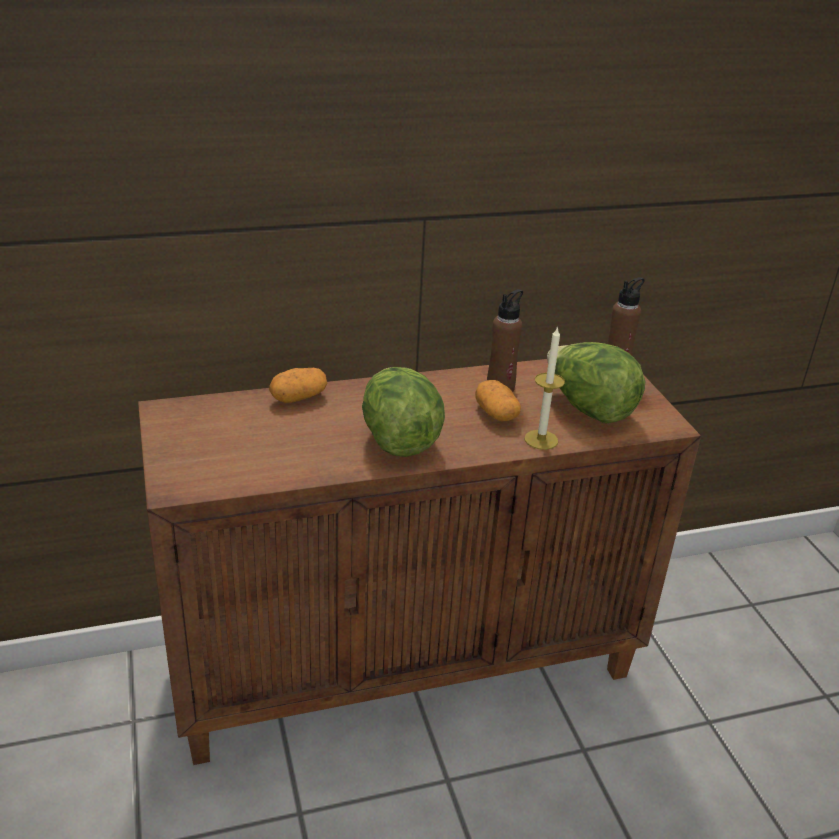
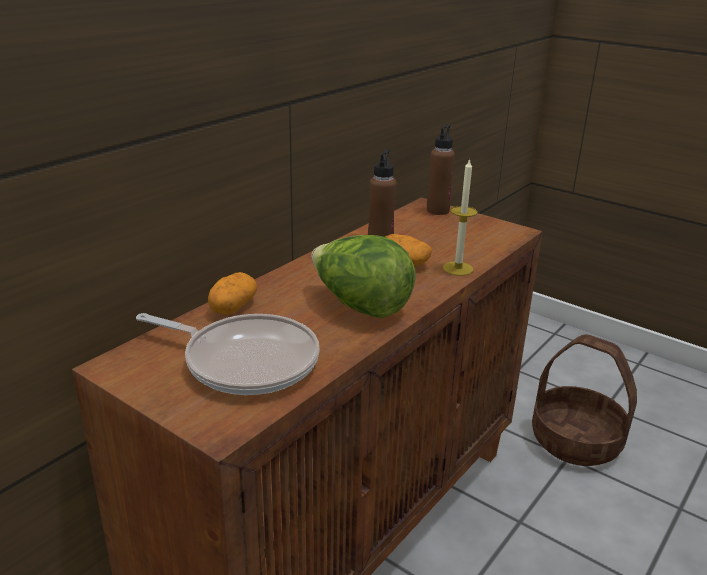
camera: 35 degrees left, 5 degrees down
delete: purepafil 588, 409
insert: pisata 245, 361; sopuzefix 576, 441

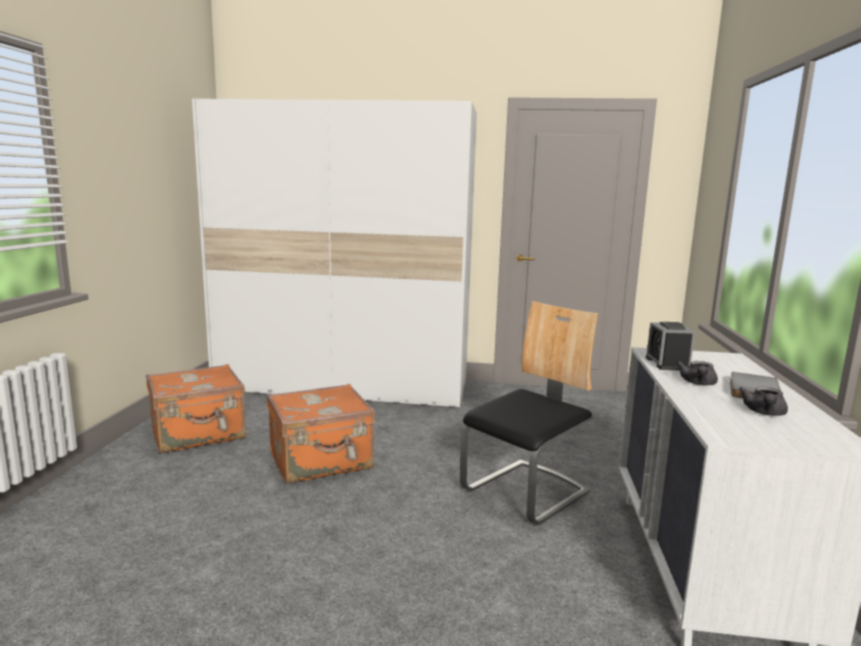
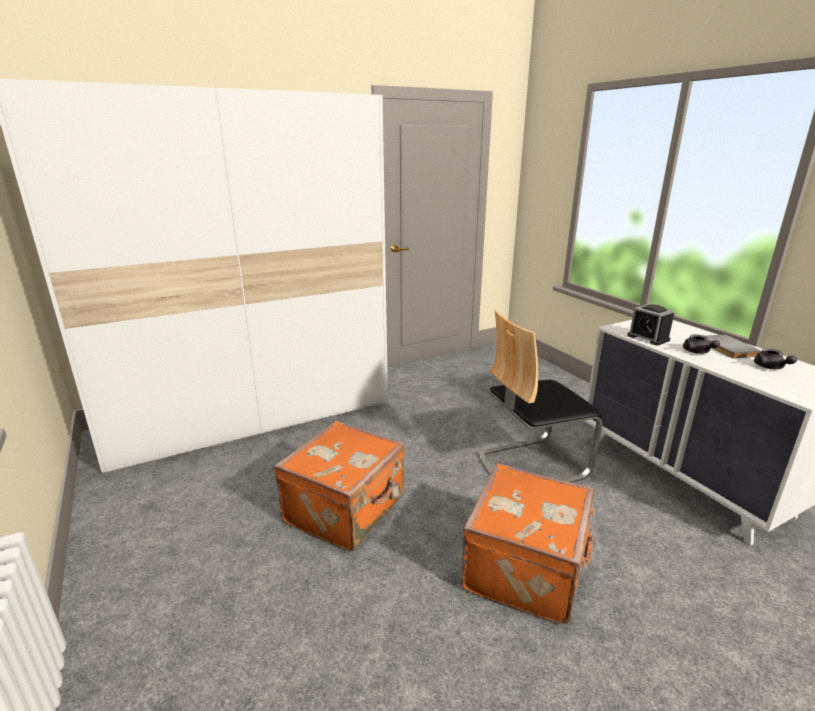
camera: 35 degrees left, 10 degrees up
move: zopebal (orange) 199, 434 to 527, 568
rotate: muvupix 526, 492 = 531, 464 120 degrees counterclockwise

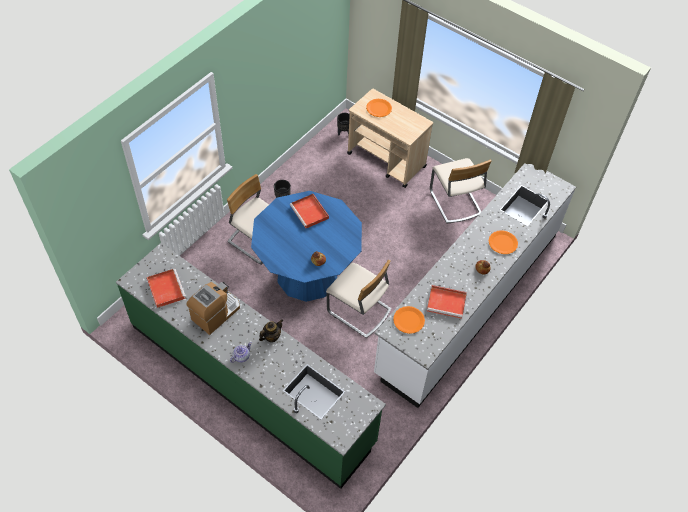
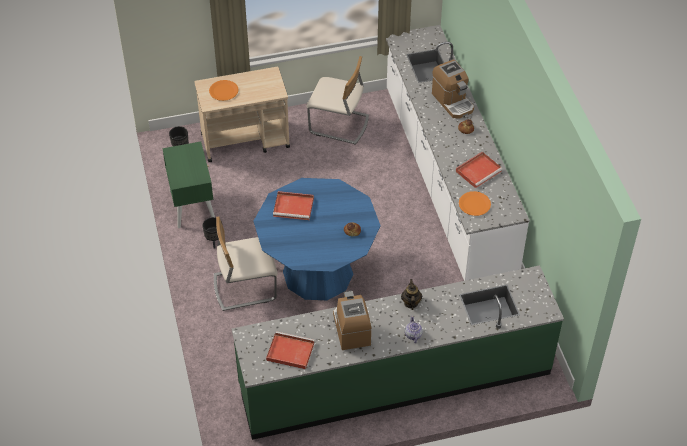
camera: 50 degrees left, 5 degrees down
delete: muvupix (beige) 358, 311
insert: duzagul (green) 192, 205
replace: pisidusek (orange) 503, 243 to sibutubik 452, 101

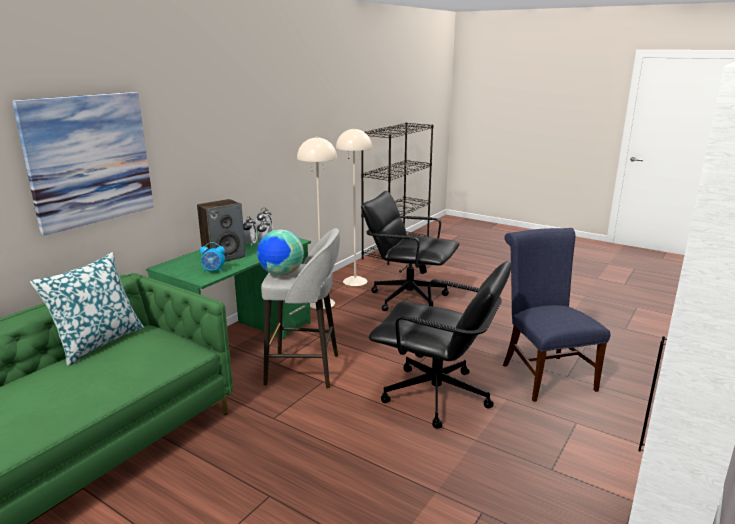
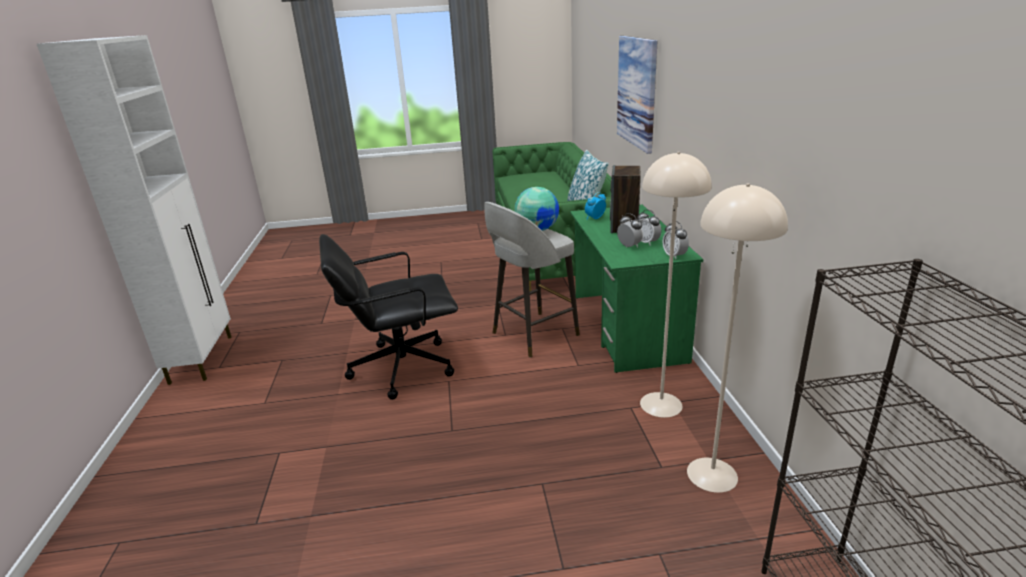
camera: 140 degrees right, 5 degrees up
delete: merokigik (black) 408, 298; muvupix (blue) 544, 374

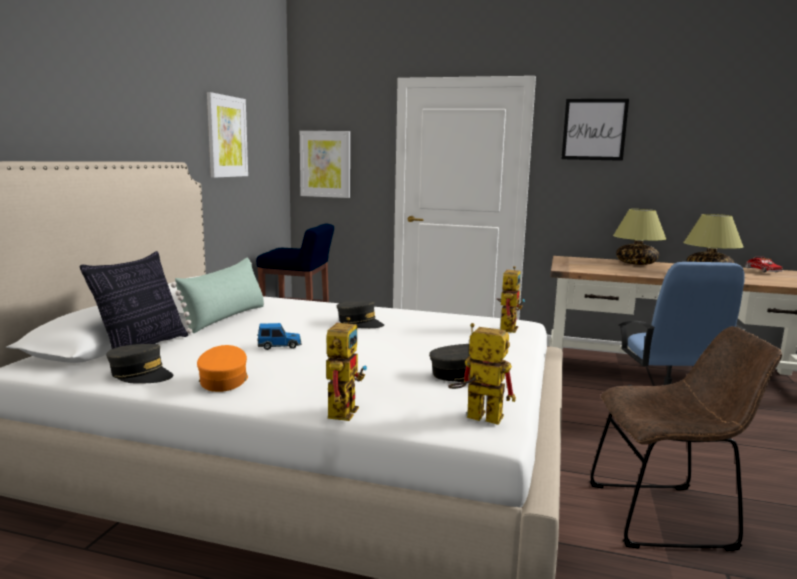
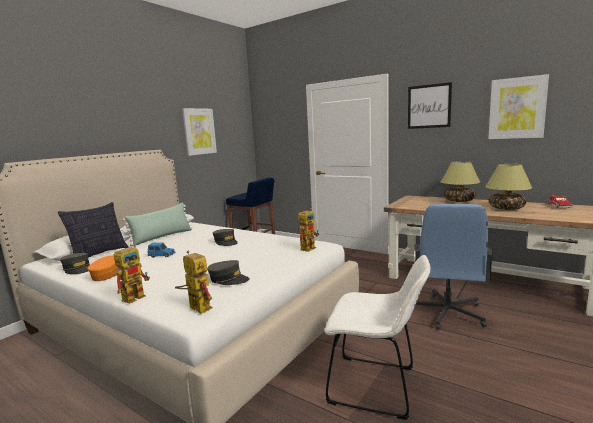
camera: 20 degrees right, 0 degrees up
move: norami 325, 164 to 517, 108
recolor: muvupix (brown) 667, 516 to muvupix (white) 377, 386

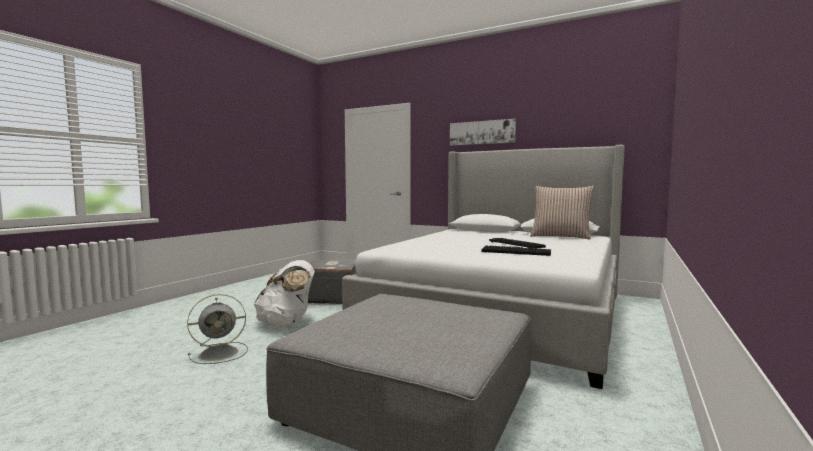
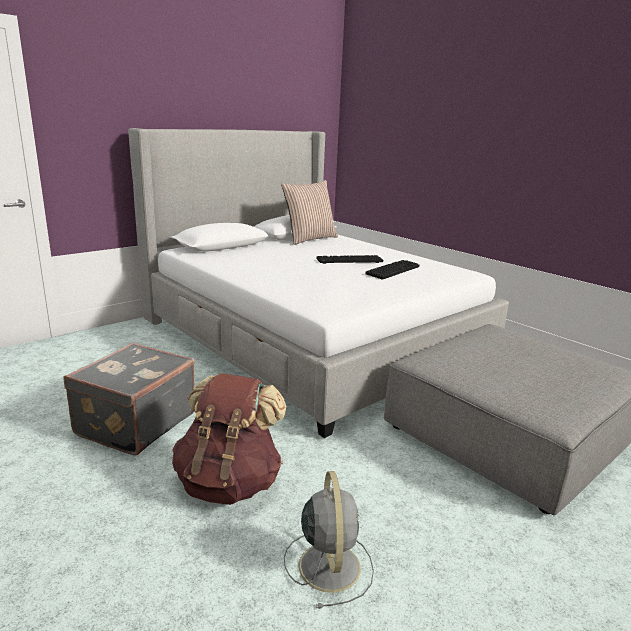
camera: 70 degrees left, 15 degrees up
delete: norami 482, 132
recolor: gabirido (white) 287, 323 to gabirido (brown) 229, 482

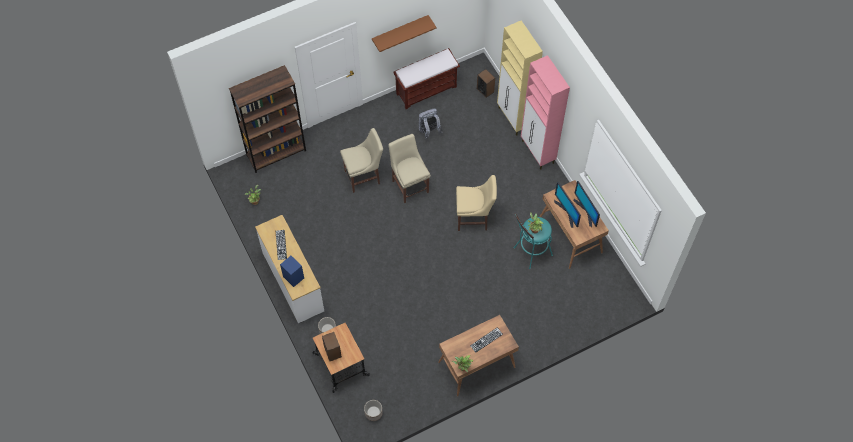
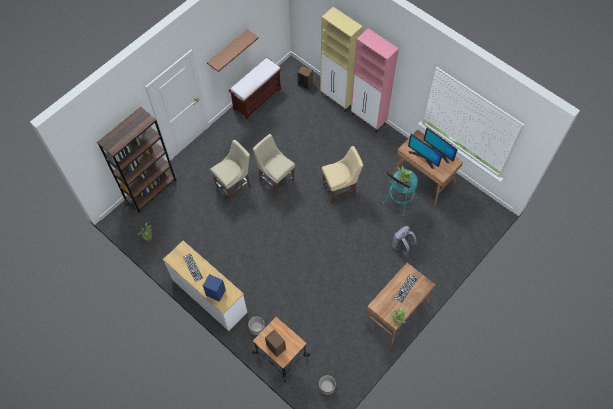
camera: 20 degrees left, 0 degrees up
move: gabirido (grey) 429, 131 to 402, 246

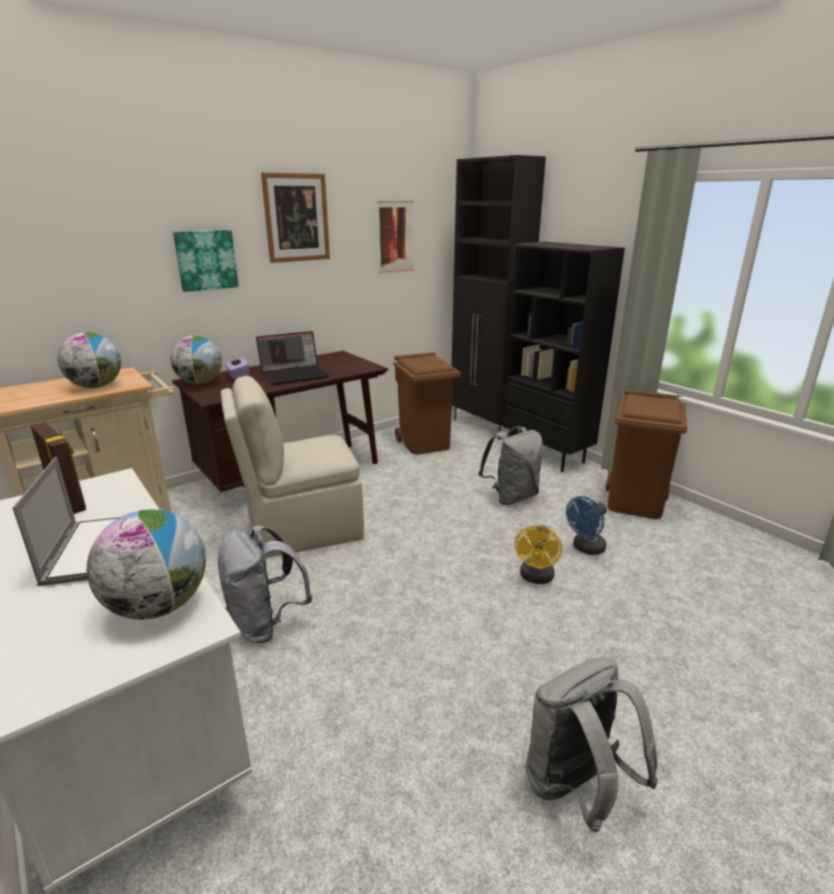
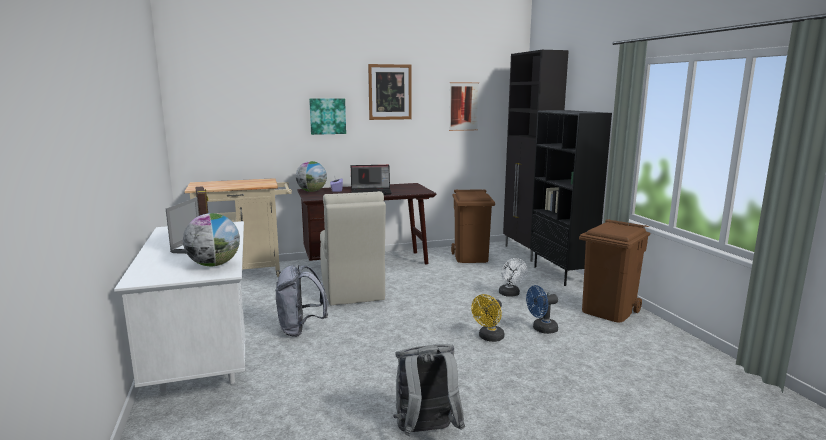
camera: 20 degrees right, 10 degrees down
delete: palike 96, 386
replace: gabirido (grey) 511, 497 to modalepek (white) 510, 294
rotate: muvupix (beige) 302, 529 = 352, 291 105 degrees counterclockwise

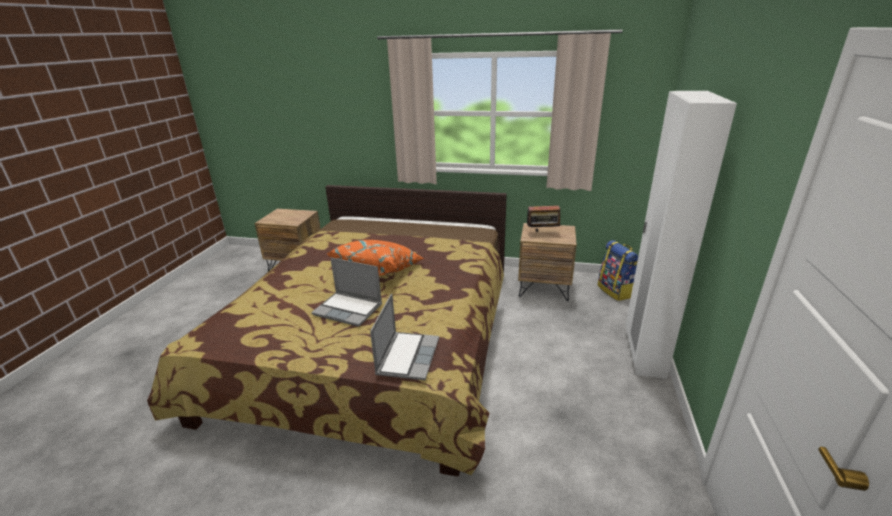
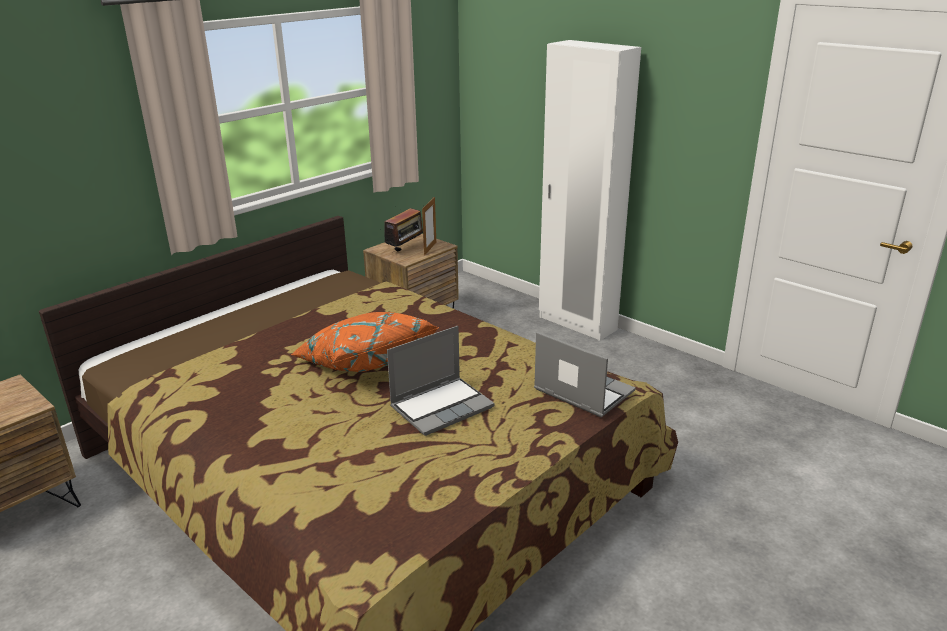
camera: 60 degrees left, 0 degrees up
delete: gabirido 615, 291
insert: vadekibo 430, 248

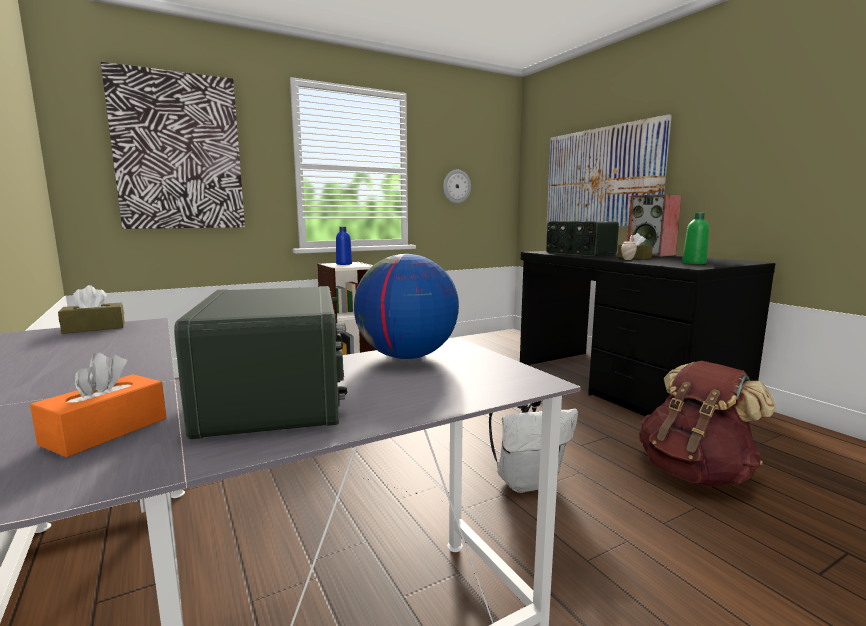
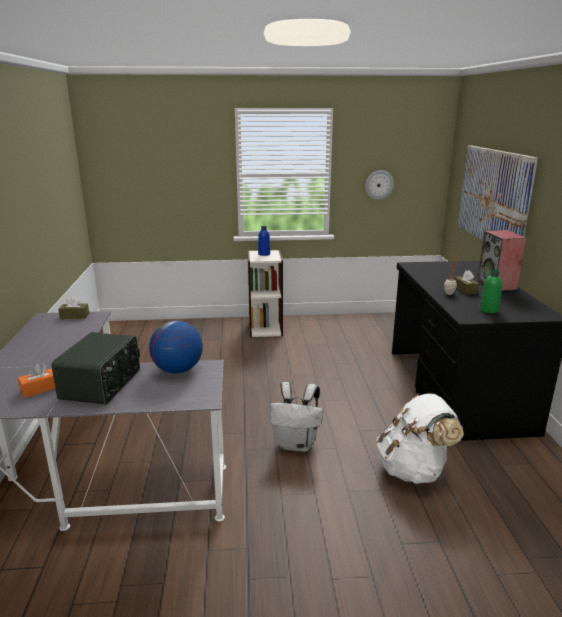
camera: 25 degrees right, 10 degrees up
delete: norami 179, 152; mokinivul 579, 253
recolor: gabirido (brown) 695, 472 to gabirido (white) 413, 469

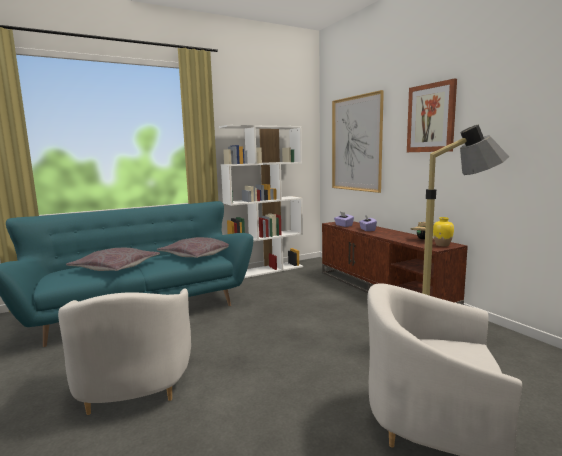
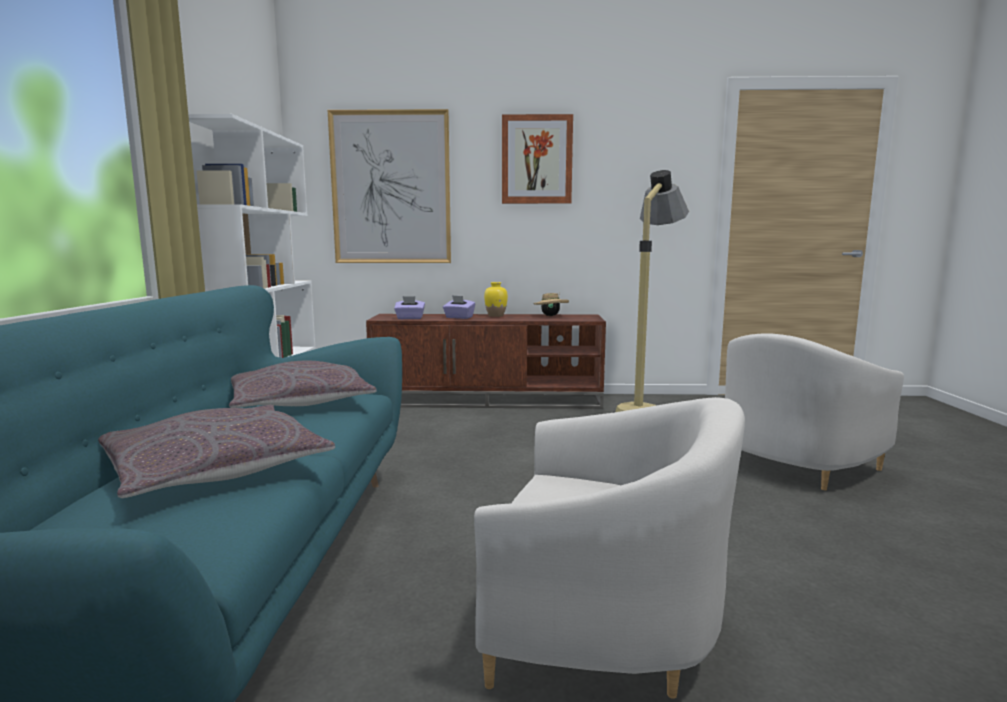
camera: 60 degrees left, 0 degrees up
move: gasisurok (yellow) 442, 245 to 496, 315

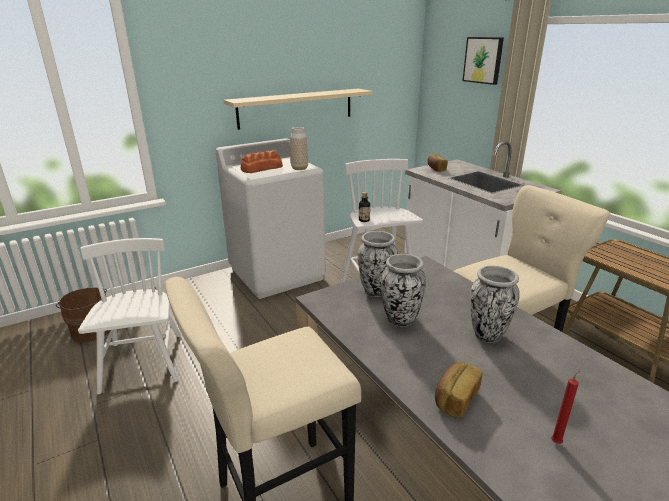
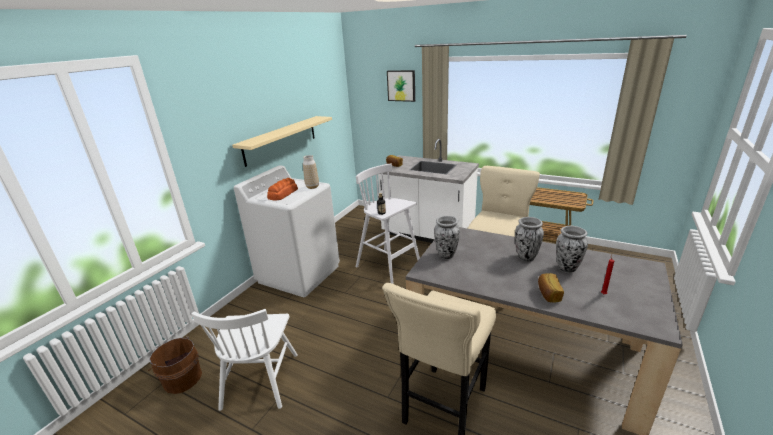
camera: 30 degrees left, 0 degrees up
move: gasisurok 400, 320 to 567, 268
rotate: muvupix (white) 143, 362 = 260, 380 135 degrees counterclockwise

